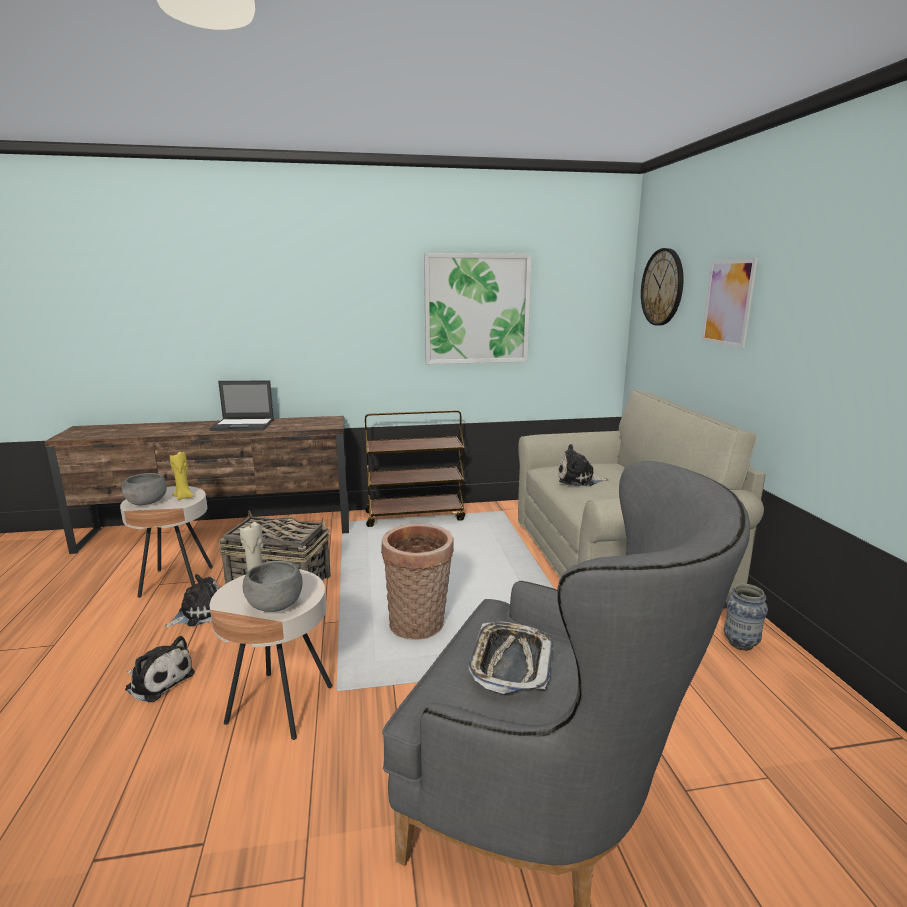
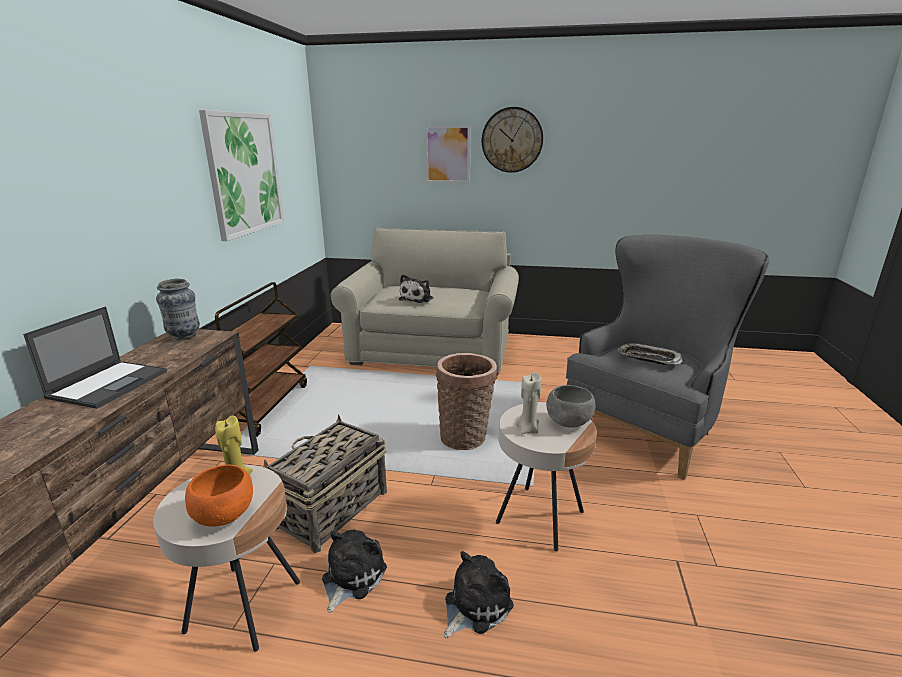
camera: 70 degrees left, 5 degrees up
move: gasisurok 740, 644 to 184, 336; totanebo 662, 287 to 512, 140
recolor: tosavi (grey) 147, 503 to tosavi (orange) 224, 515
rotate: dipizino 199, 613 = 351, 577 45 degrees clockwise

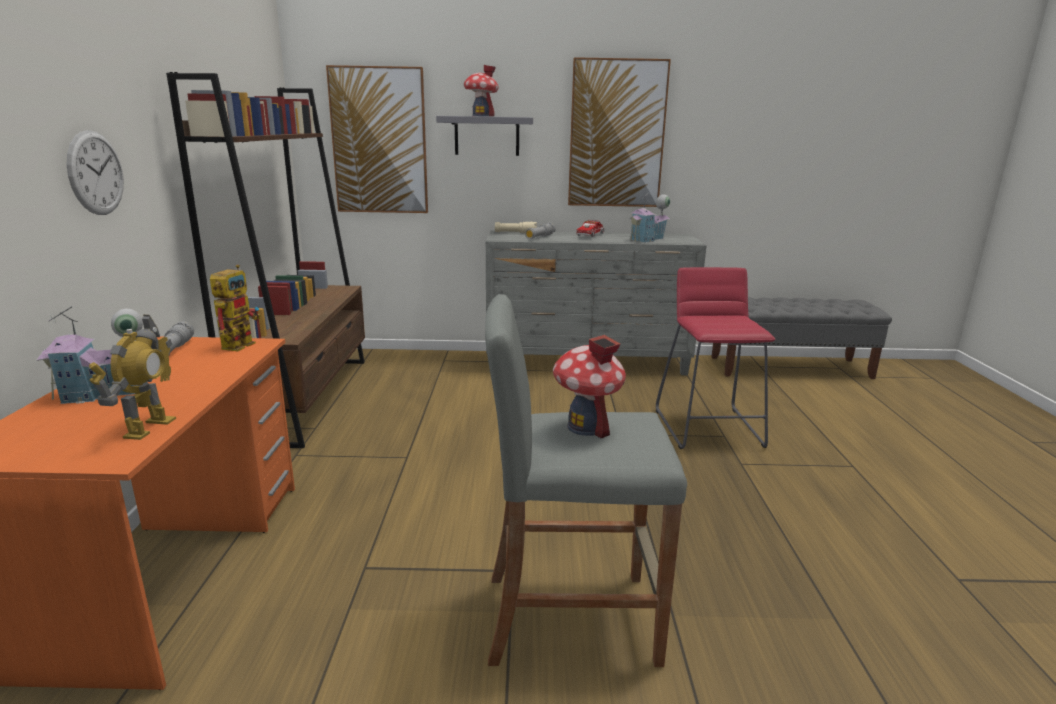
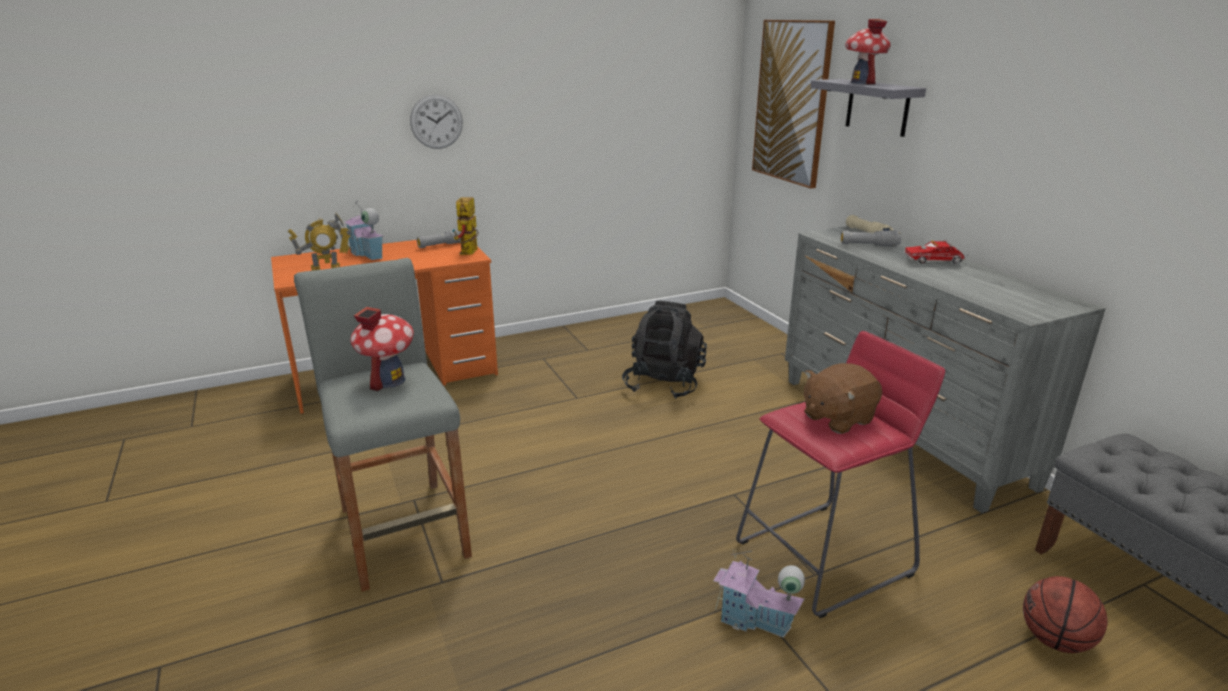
camera: 65 degrees right, 5 degrees up
delete: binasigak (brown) 306, 398; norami 616, 134
insert: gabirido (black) 664, 384; dipizino (brown) 837, 418; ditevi 1054, 640
move: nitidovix 648, 239 to 754, 620
rotate: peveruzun 240, 343 = 469, 253 105 degrees clockwise

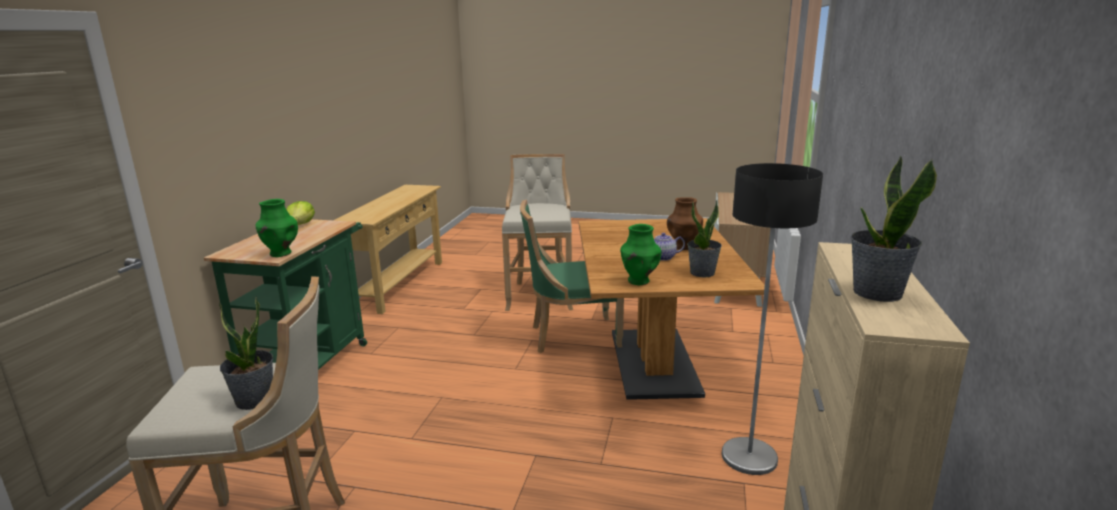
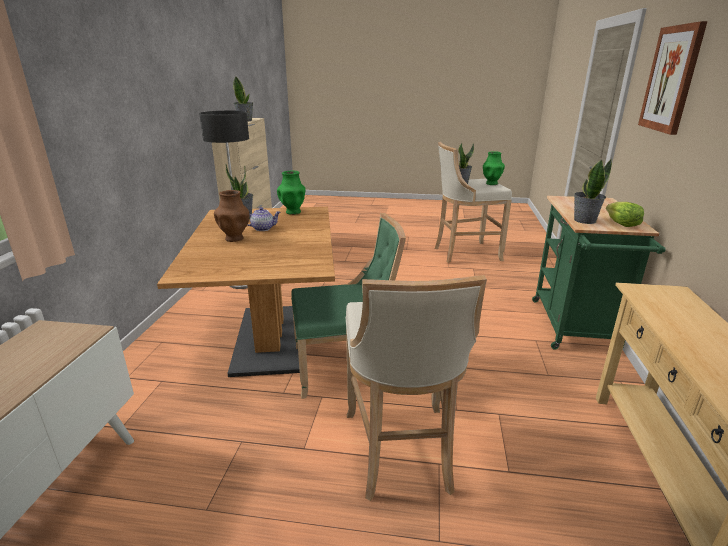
camera: 175 degrees right, 5 degrees up
insert: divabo 584, 220; norami 671, 79
move: gasisurok (green) 281, 254 to 491, 183

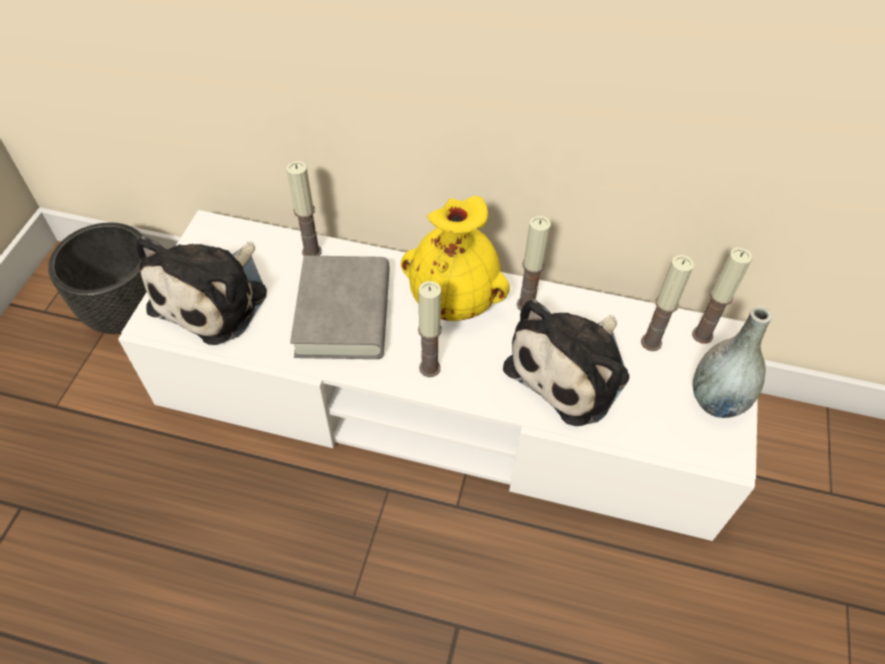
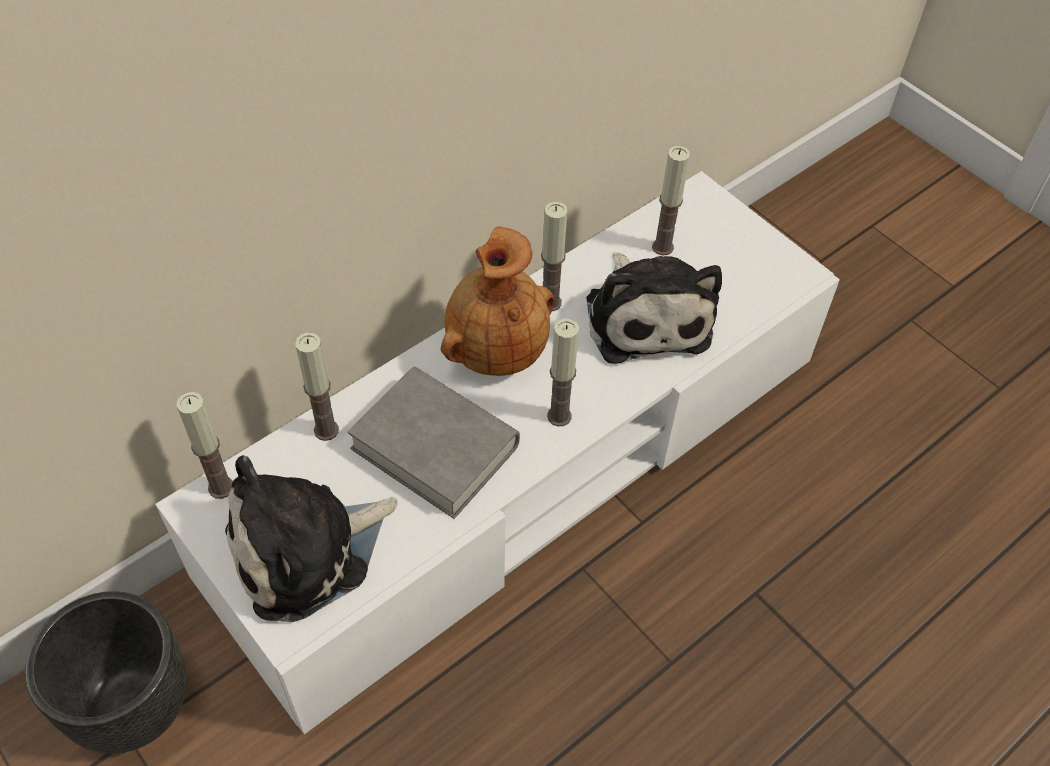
camera: 55 degrees left, 0 degrees up
delete: gasisurok (grey) 716, 401
move: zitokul 702, 335 to 221, 487
recolor: gasisurok (yellow) 454, 299 to gasisurok (brown) 496, 350
rotate: dipizino 214, 297 = 307, 550 90 degrees clockwise

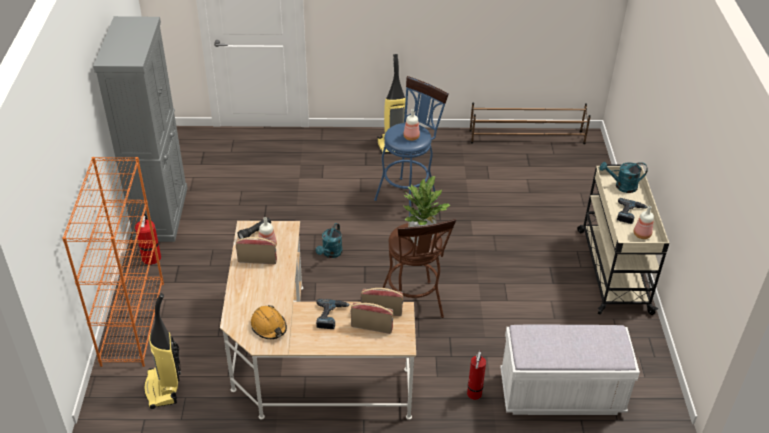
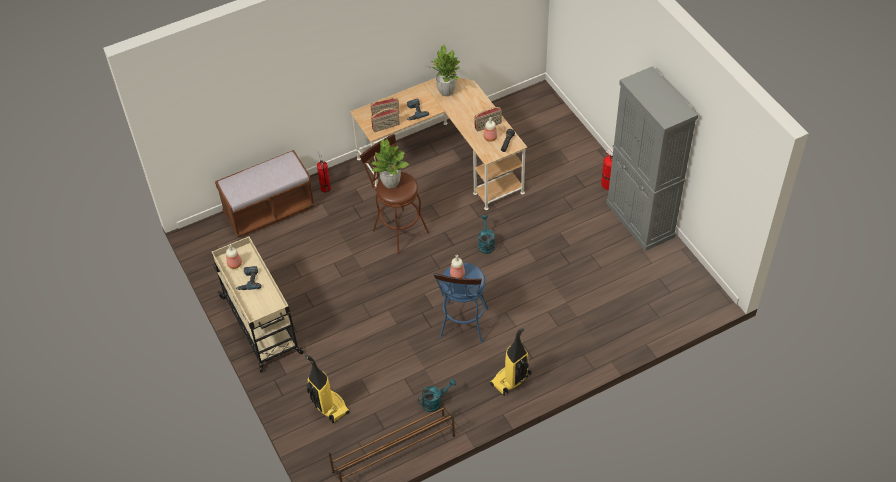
camera: 155 degrees right, 10 degrees up
delete: binasigak (orange) 133, 322
move: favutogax 163, 388 to 329, 406; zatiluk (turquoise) 622, 186 to 435, 402
replace: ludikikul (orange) 269, 326 to divabo 446, 91
recolor: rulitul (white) 561, 394 to rulitul (brown) 269, 211

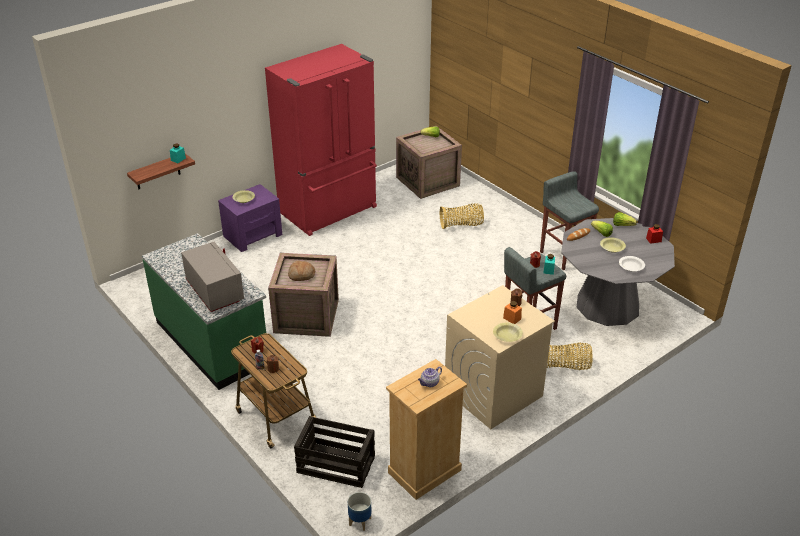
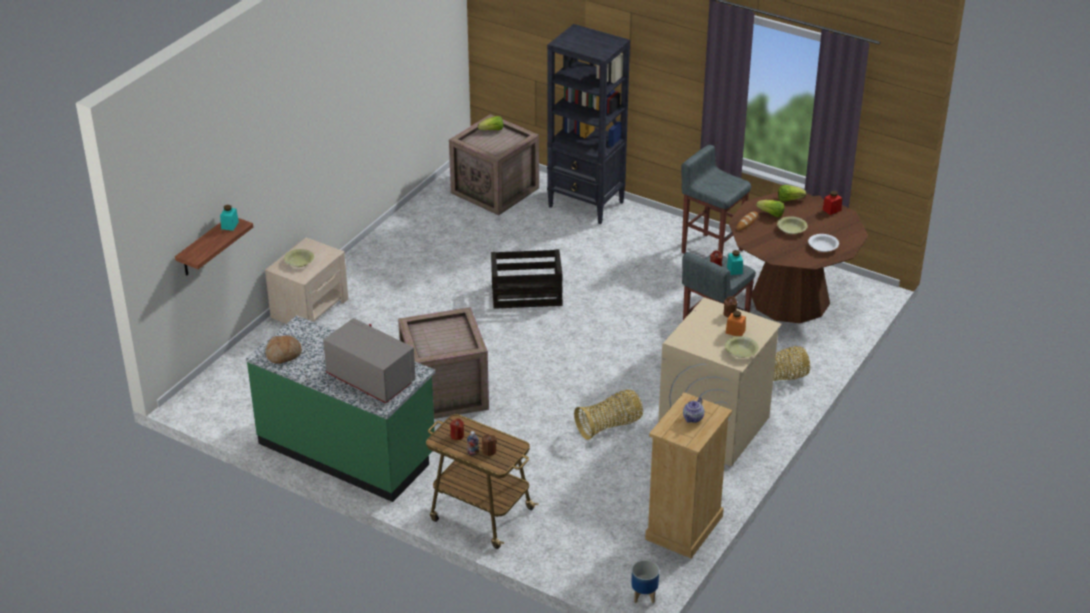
camera: 20 degrees left, 0 degrees up
delete: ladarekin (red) 329, 210
insert: binasigak (black) 586, 205
move: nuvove 301, 275 to 283, 355; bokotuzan 335, 465 to 526, 295; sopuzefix 462, 225 to 609, 426
recolor: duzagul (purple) 253, 235 to duzagul (beige) 310, 308; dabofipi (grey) 607, 305 to dabofipi (brown) 790, 299

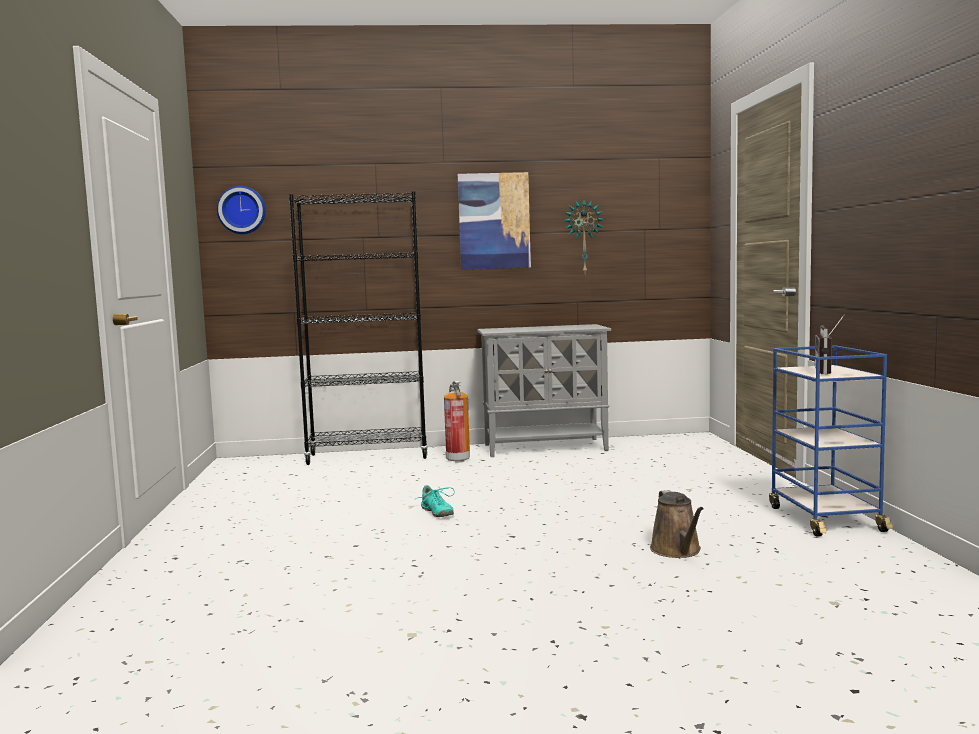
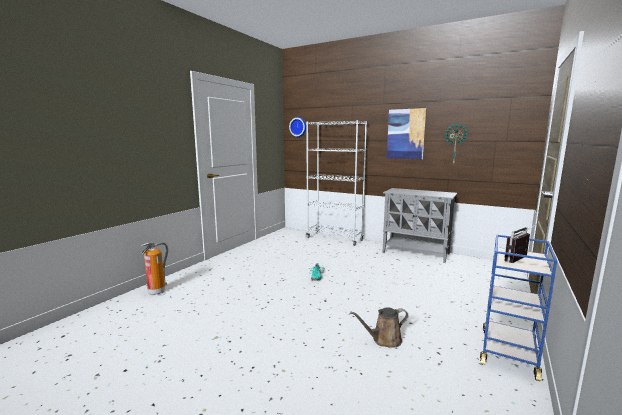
camera: 35 degrees right, 5 degrees up
move: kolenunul 457, 459 to 157, 291
recolor: binasigak (black) 368, 456 to binasigak (white) 334, 239
rotate: zatiluk (brown) 677, 551 = 384, 340 45 degrees clockwise

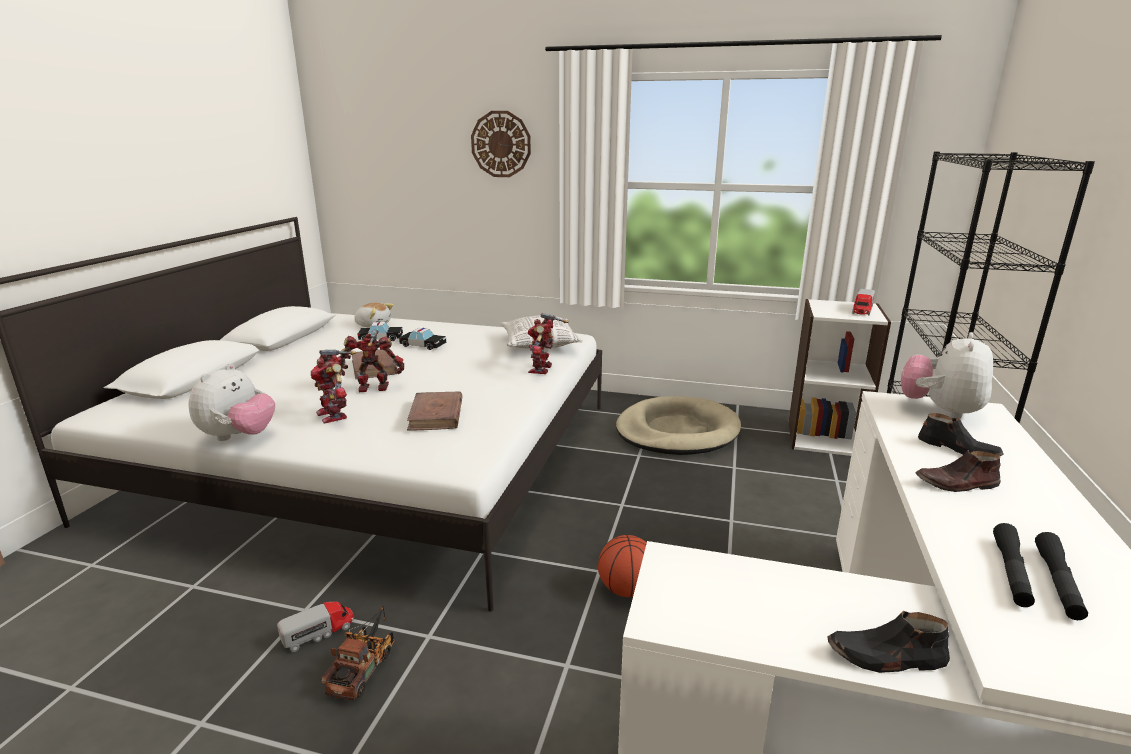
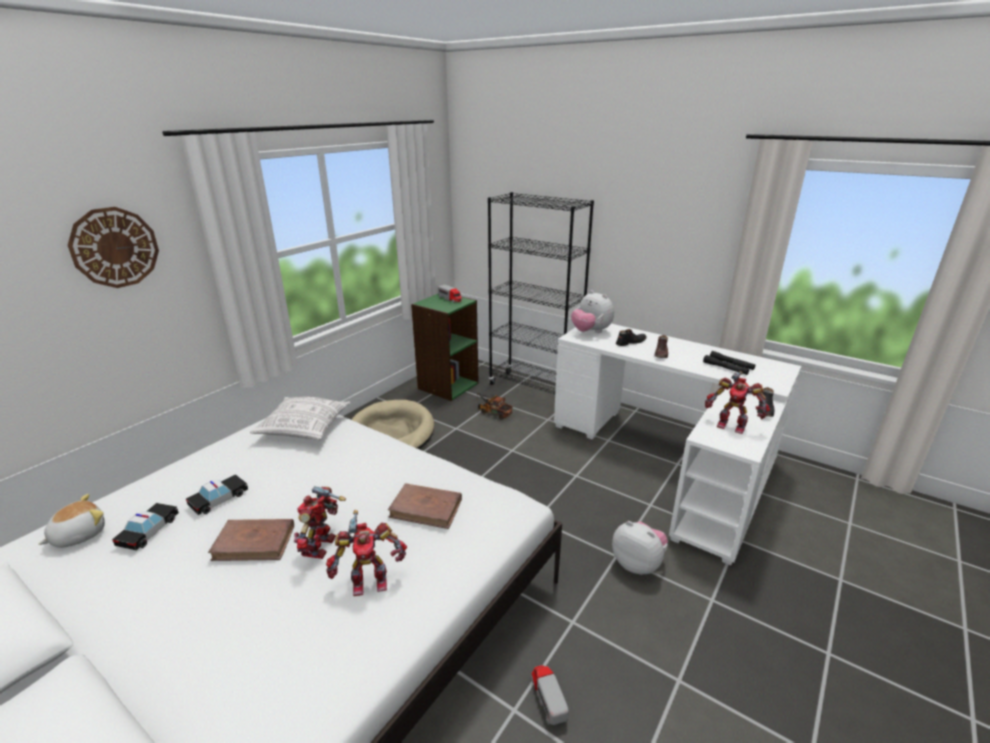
camera: 70 degrees left, 5 degrees up
delete: ditevi 626, 589
move: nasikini 365, 666 to 493, 412; dipizino 238, 436 to 638, 563; peveruzun 542, 369 to 731, 425
recolor: binasigak (white) 824, 438 to binasigak (green) 447, 385

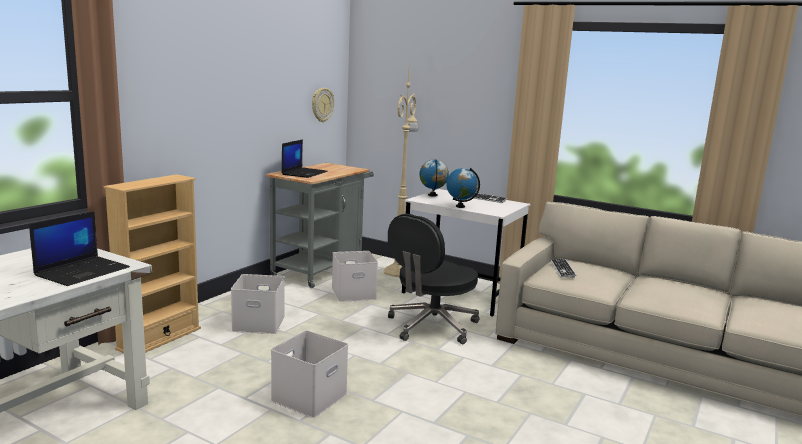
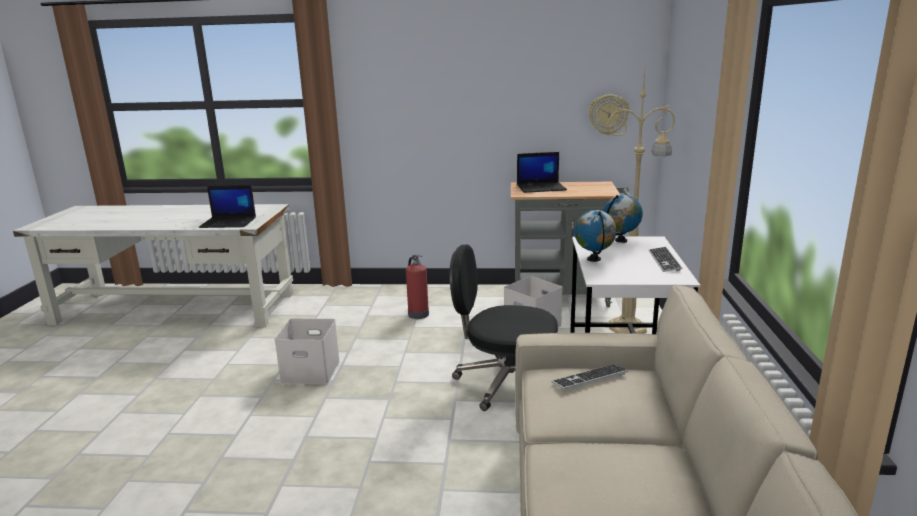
camera: 65 degrees right, 5 degrees up
delete: binasigak (beige) 159, 339
replace: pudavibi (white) 260, 323 to kolenunul 418, 314

